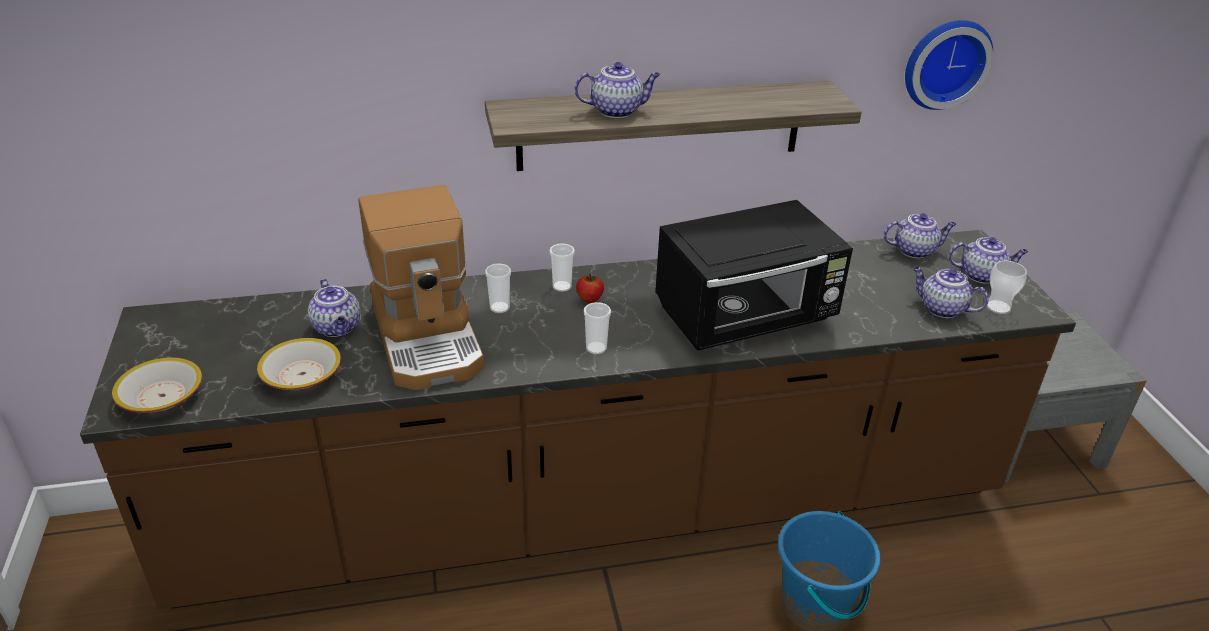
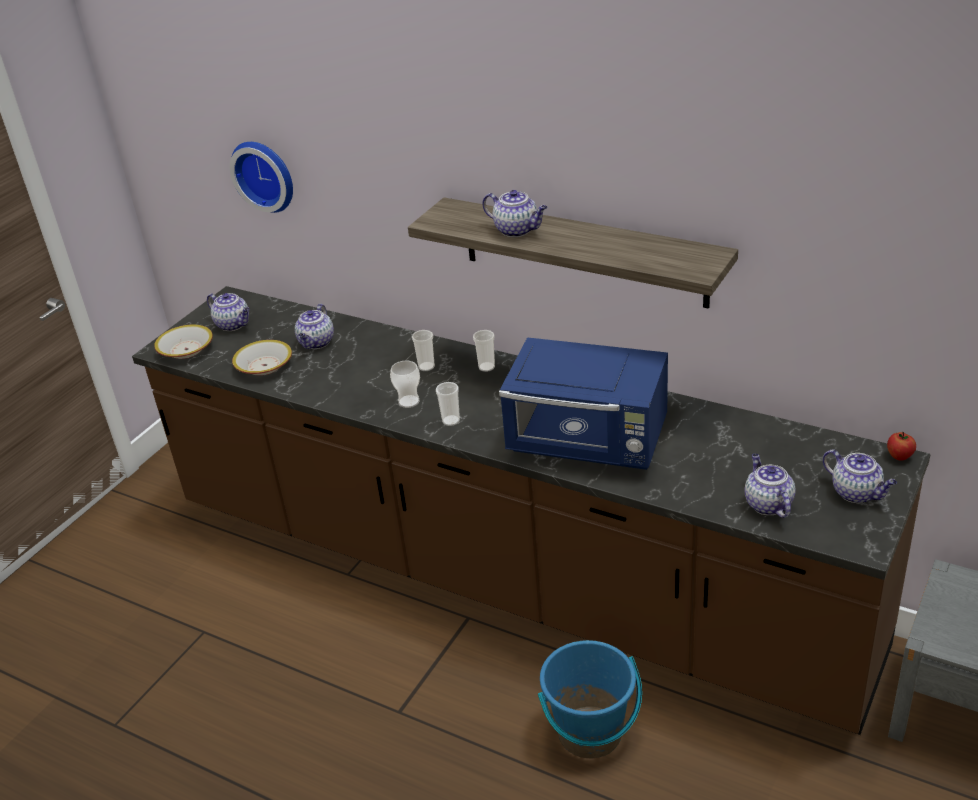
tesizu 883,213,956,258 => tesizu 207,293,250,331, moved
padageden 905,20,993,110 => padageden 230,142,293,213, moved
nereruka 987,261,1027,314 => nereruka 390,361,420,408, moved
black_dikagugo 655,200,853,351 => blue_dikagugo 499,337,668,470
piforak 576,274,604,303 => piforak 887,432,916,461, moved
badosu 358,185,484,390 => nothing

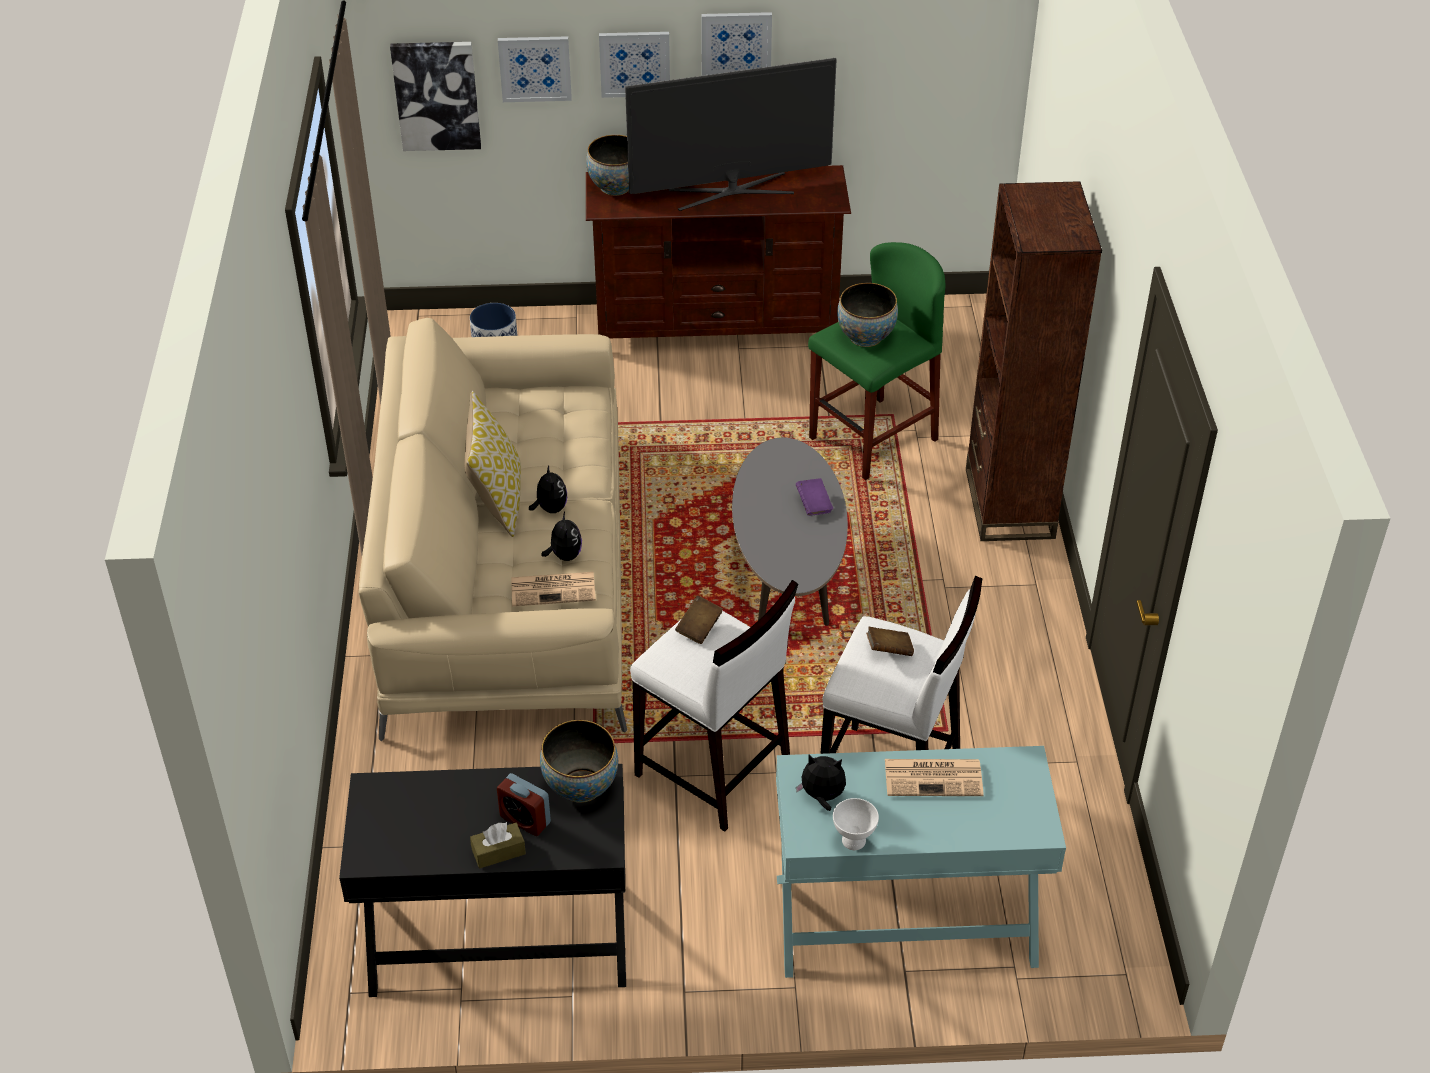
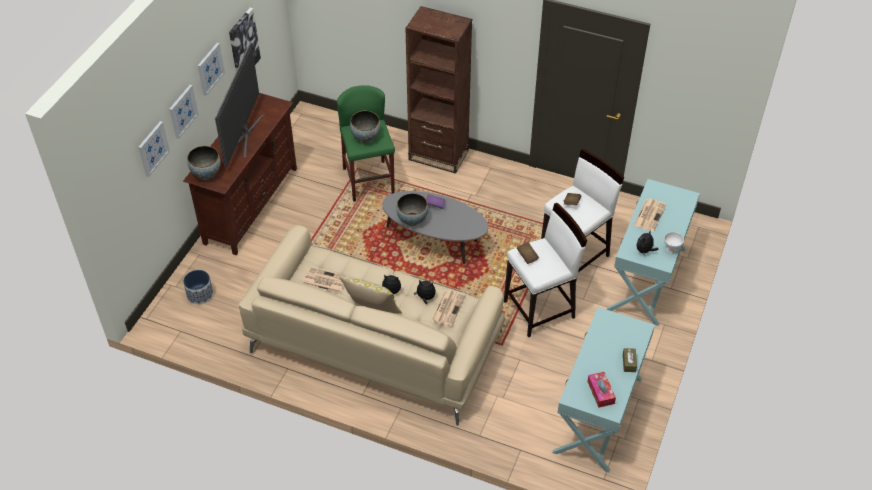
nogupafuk 390,42,481,151 => nogupafuk 229,8,261,71, moved
nothing => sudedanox 303,267,348,294
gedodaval 540,720,618,803 => gedodaval 396,193,428,226, moved
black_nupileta 339,764,626,997 => turquoise_nupileta 552,307,655,472
nothing => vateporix 587,372,616,408
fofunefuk 497,773,551,836 => nothing

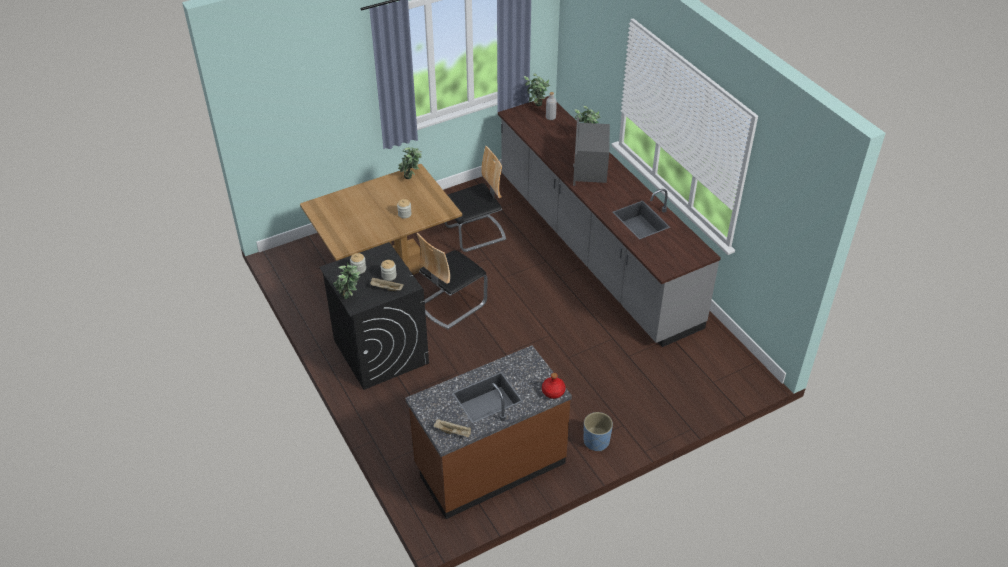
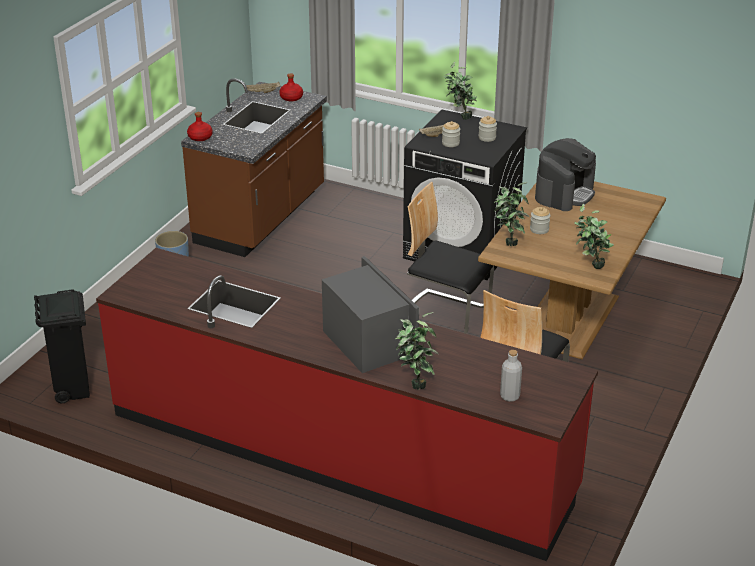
nothing => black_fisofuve 34,289,90,403
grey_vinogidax 498,96,721,347 => red_vinogidax 96,248,598,561
nothing => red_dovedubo 279,73,303,102
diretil 417,232,488,329 => diretil 407,182,494,334, 75 degrees counterclockwise
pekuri 524,74,551,106 => pekuri 494,182,529,246, moved
nothing => badosu 535,138,596,211

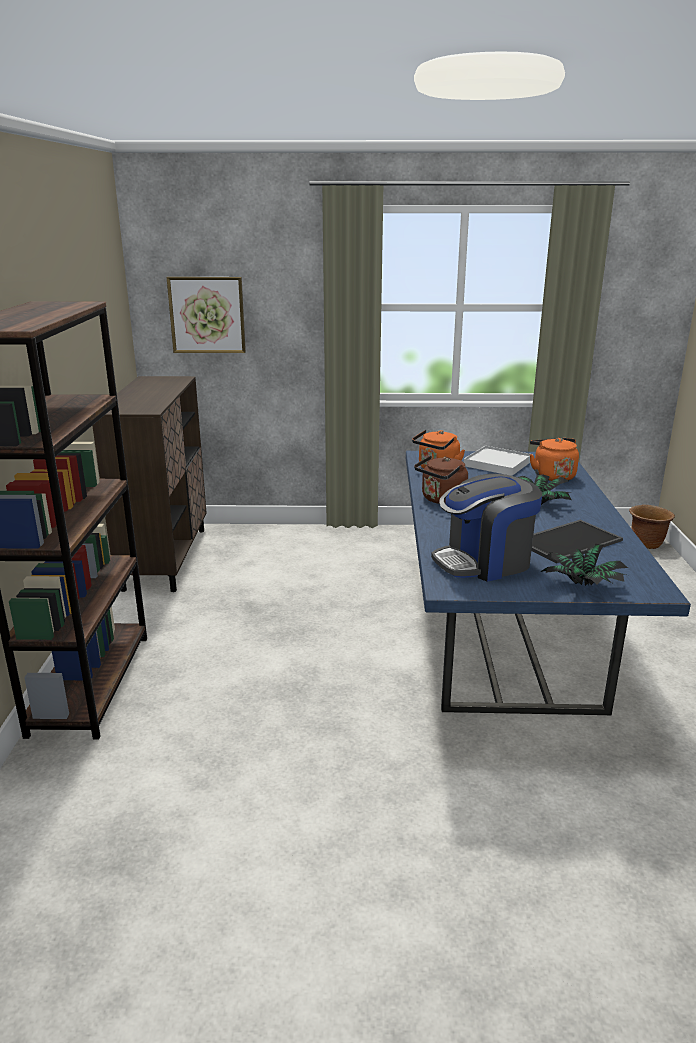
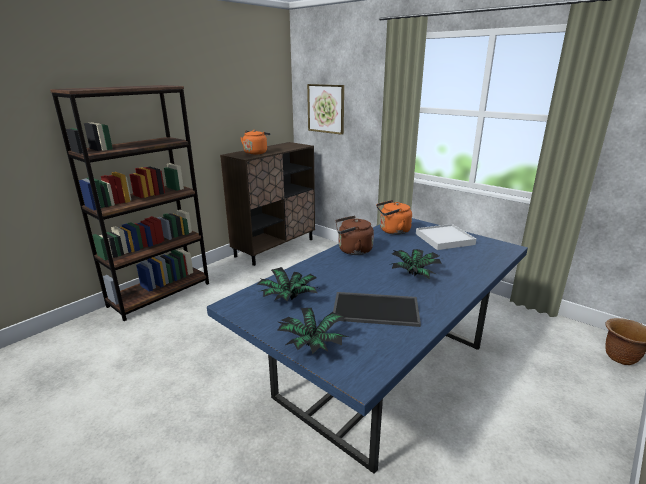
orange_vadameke 530,438,579,481 => orange_vadameke 240,130,270,155, moved
badosu 431,474,542,582 => pekuri 257,267,317,302

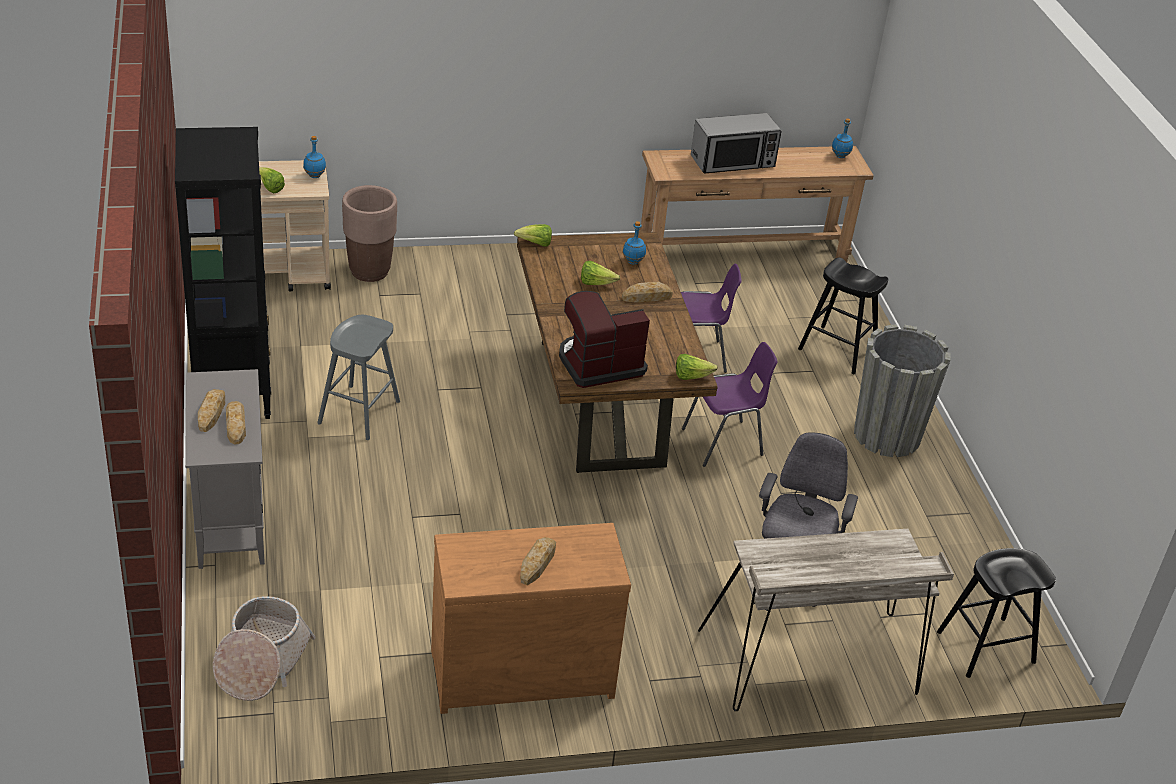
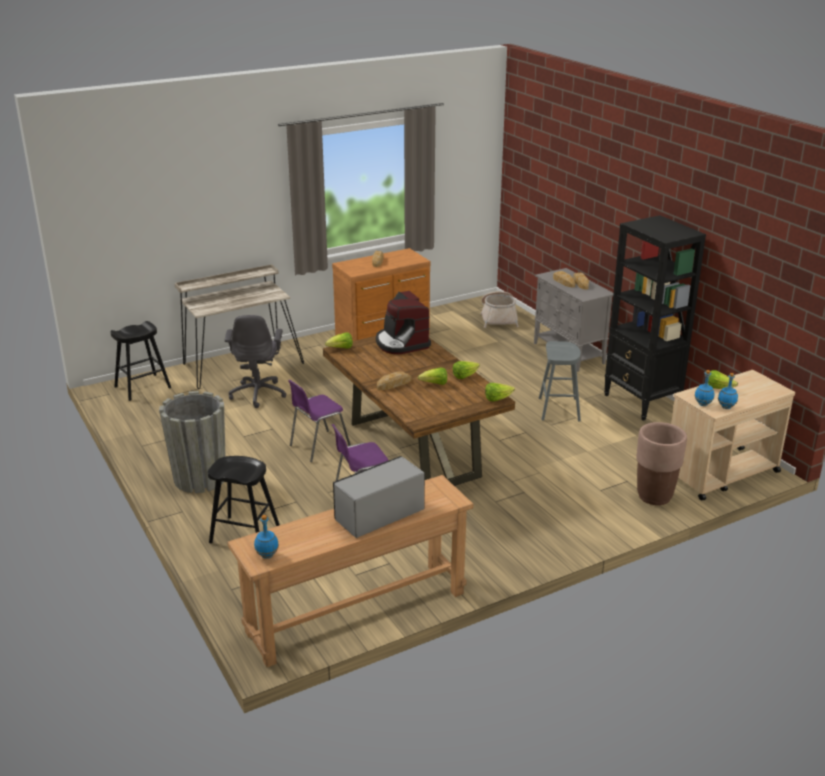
badosu 559,291,650,388 => badosu 376,291,431,354, 105 degrees clockwise
nothing => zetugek 453,361,480,379
blue_dovedubo 623,221,646,265 => blue_dovedubo 718,373,738,409, moved

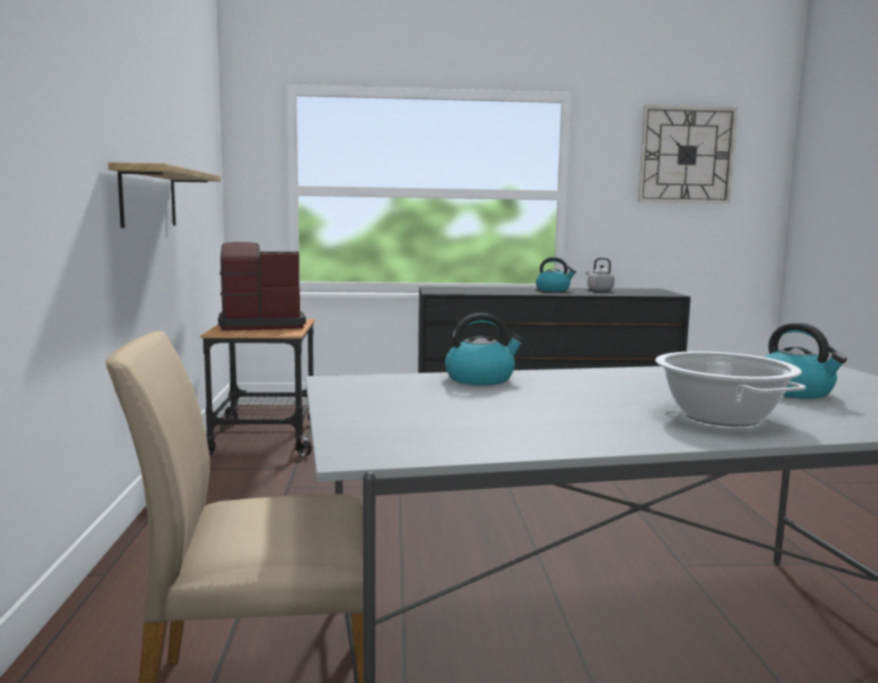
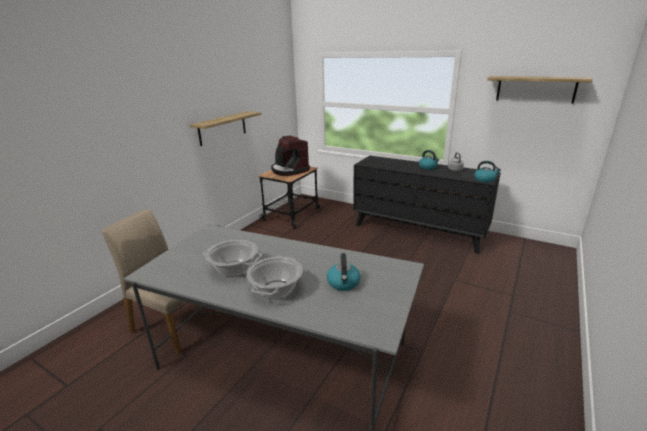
nothing => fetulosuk 203,240,262,276
badosu 218,242,306,331 => badosu 271,135,310,176, 150 degrees counterclockwise
vadameke 445,313,524,385 => vadameke 474,161,501,182, moved
padageden 638,105,737,204 => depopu 487,76,593,103

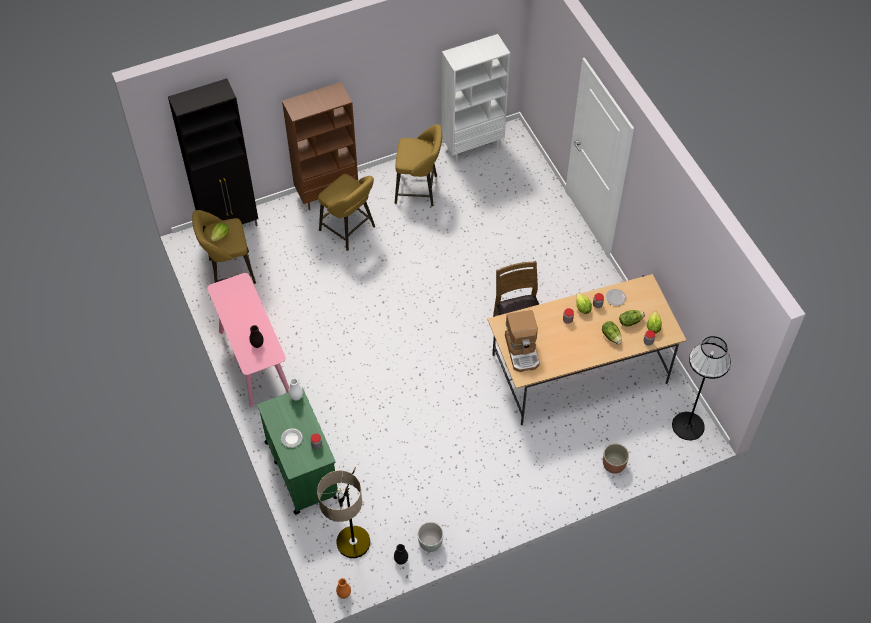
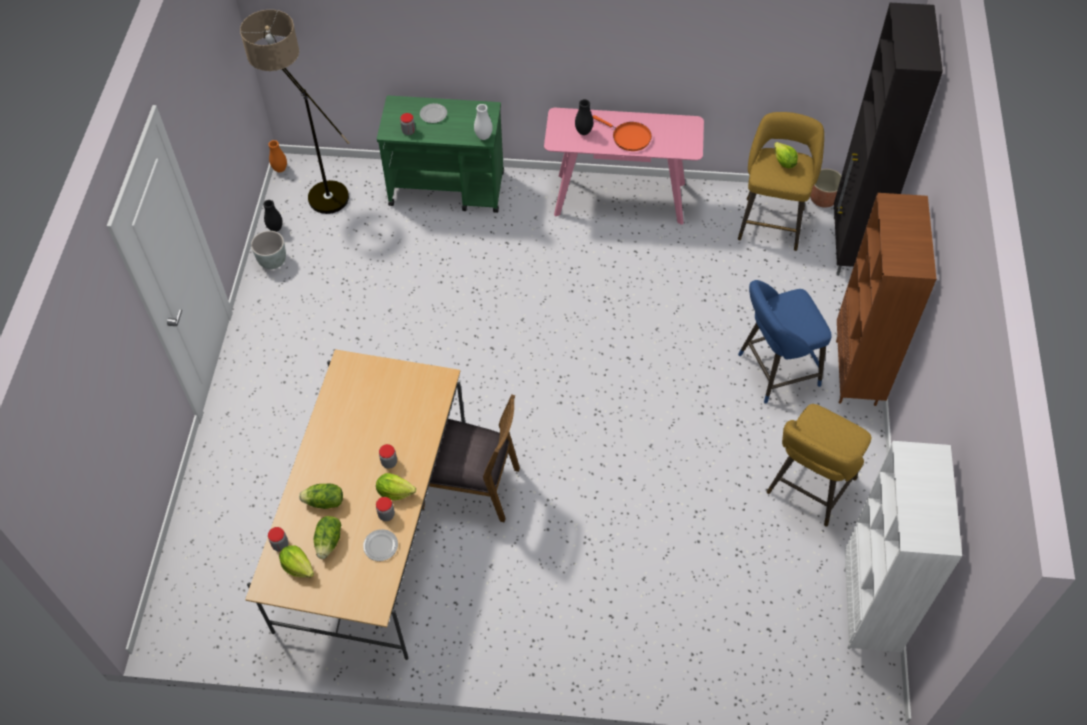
nothing => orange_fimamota 593,115,652,151
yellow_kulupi 318,174,375,251 => blue_kulupi 738,280,832,403
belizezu 603,444,629,474 => belizezu 810,169,842,208, moved
badosu 505,310,540,372 => nothing
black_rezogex 672,336,731,440 => nothing

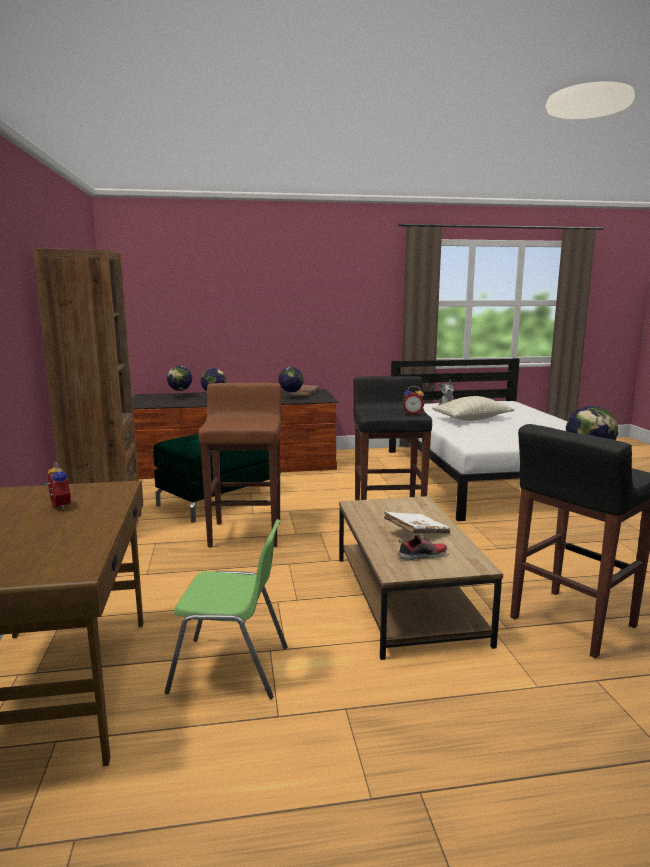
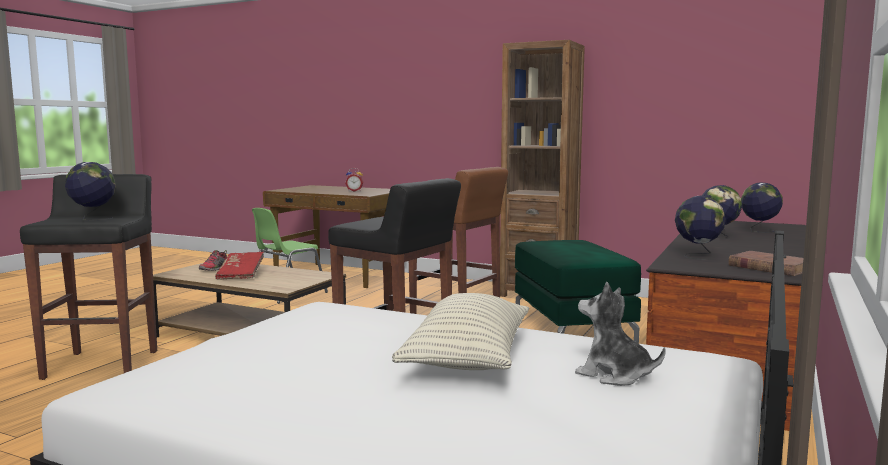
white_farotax 384,511,450,534 => red_farotax 215,252,264,280
fofunefuk 403,386,424,415 => nothing

